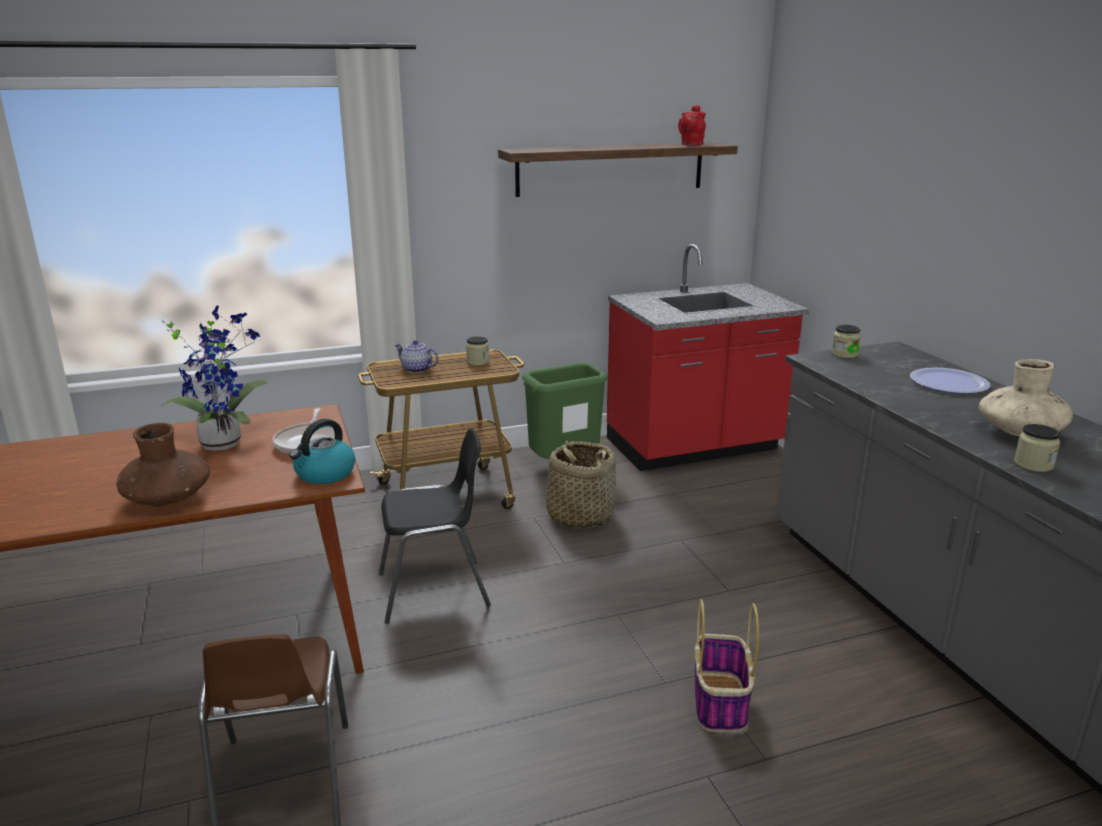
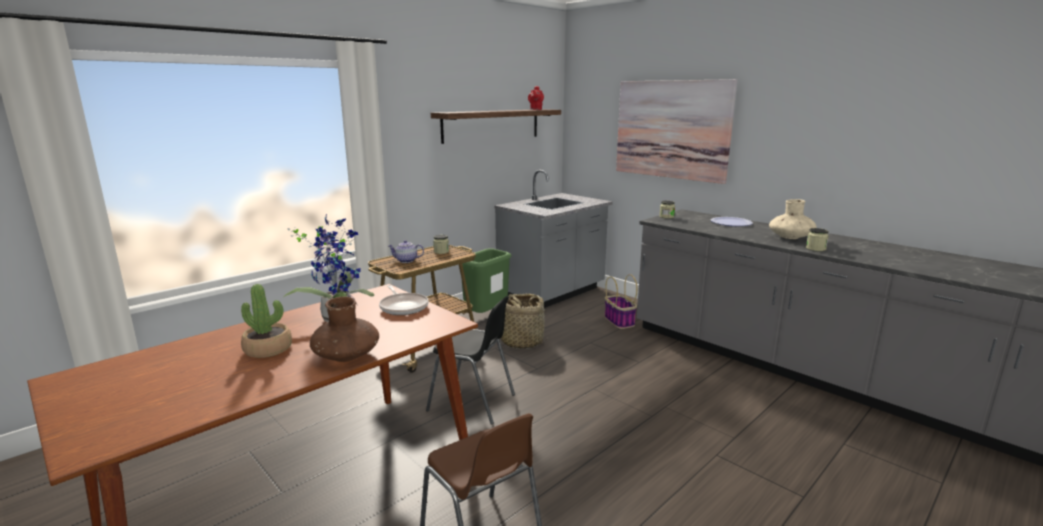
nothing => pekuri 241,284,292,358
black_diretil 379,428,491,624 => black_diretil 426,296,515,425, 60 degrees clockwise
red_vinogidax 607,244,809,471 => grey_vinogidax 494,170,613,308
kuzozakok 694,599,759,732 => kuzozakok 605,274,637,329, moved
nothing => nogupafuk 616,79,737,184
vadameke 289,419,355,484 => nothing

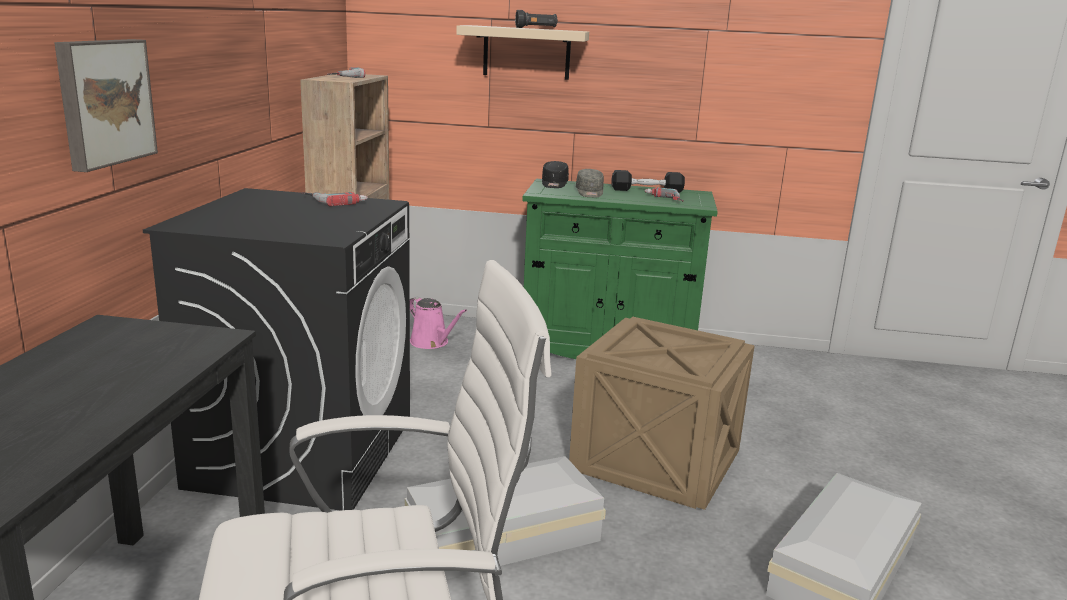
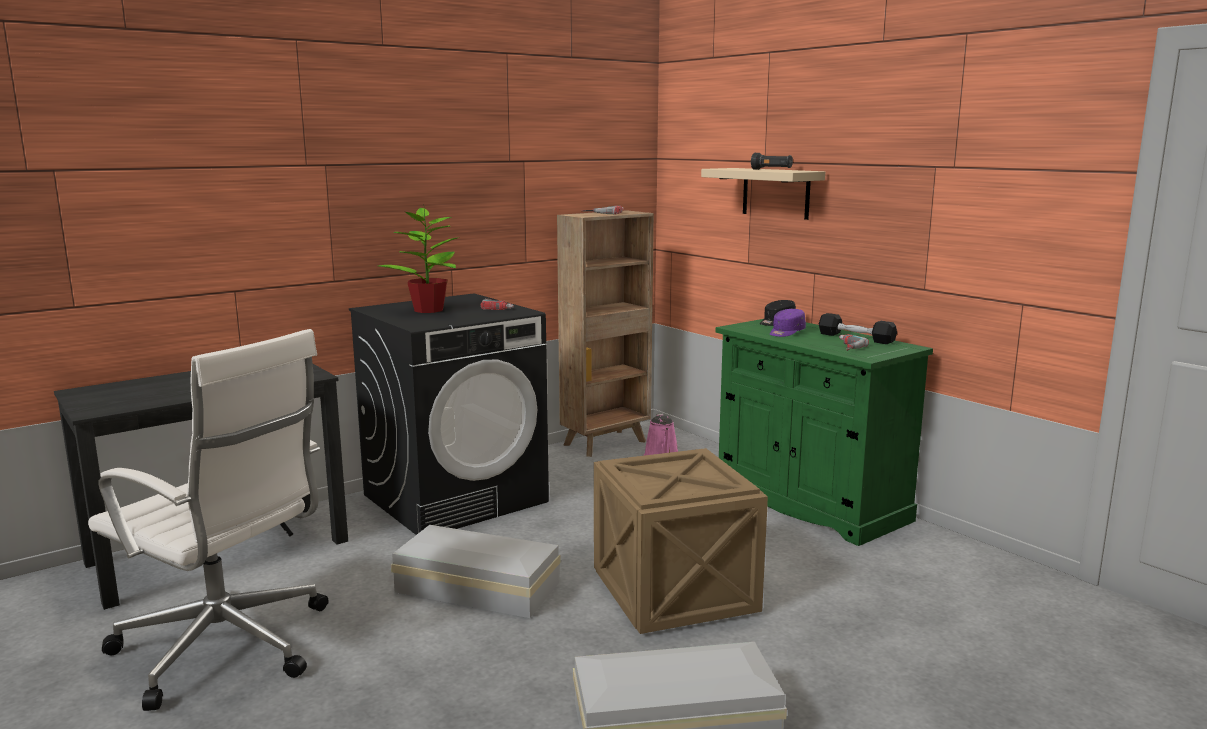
nothing => pekuri 379,204,460,313
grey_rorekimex 576,169,604,197 => purple_rorekimex 770,309,806,337
nogupafuk 54,39,158,172 => nothing

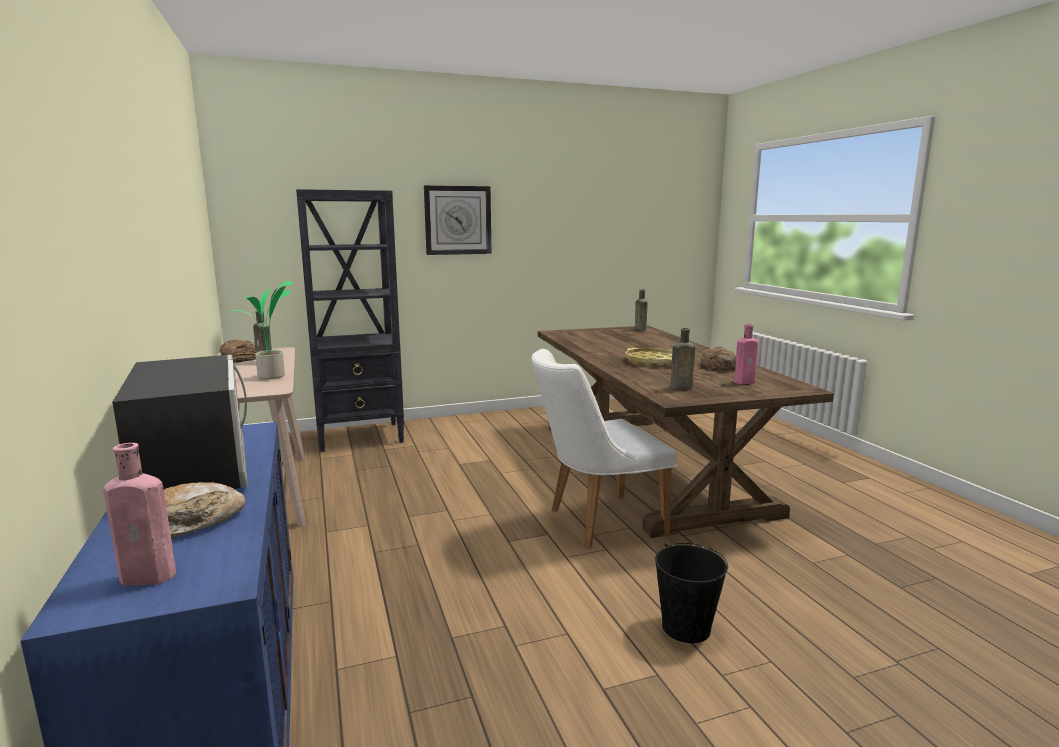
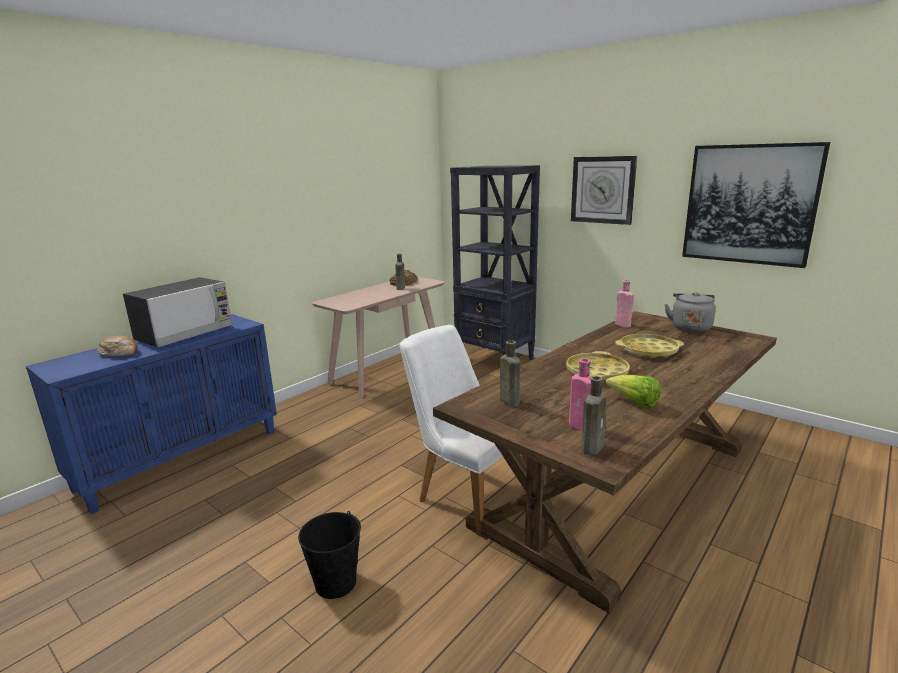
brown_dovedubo 635,290,648,330 => brown_dovedubo 582,376,607,455, moved
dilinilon 701,346,736,371 => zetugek 606,375,661,409
pink_dovedubo 103,443,176,586 => pink_dovedubo 615,280,634,327, moved
nothing => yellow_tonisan 615,334,684,358
nothing => grey_vadameke 665,292,716,332
nothing => nogupafuk 682,142,830,268
pekuri 229,281,293,380 => nothing

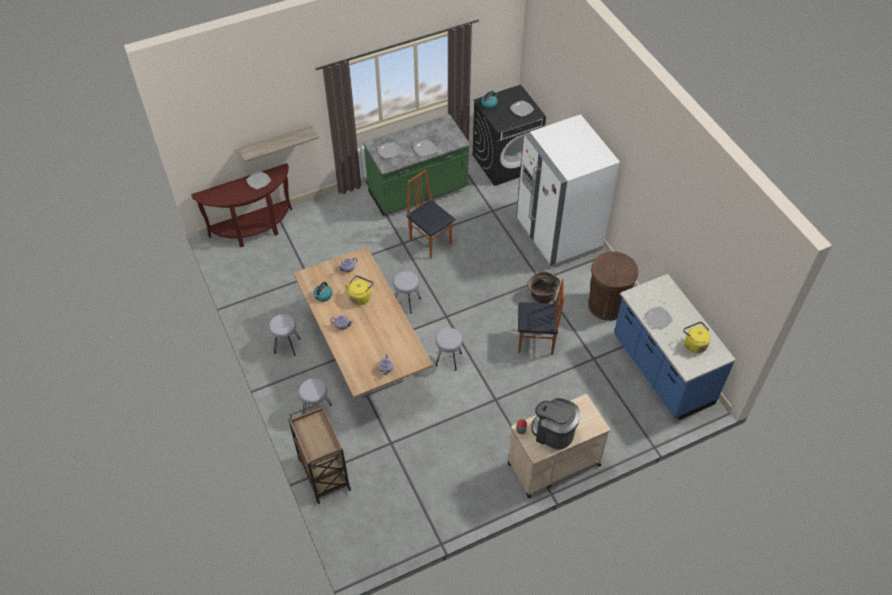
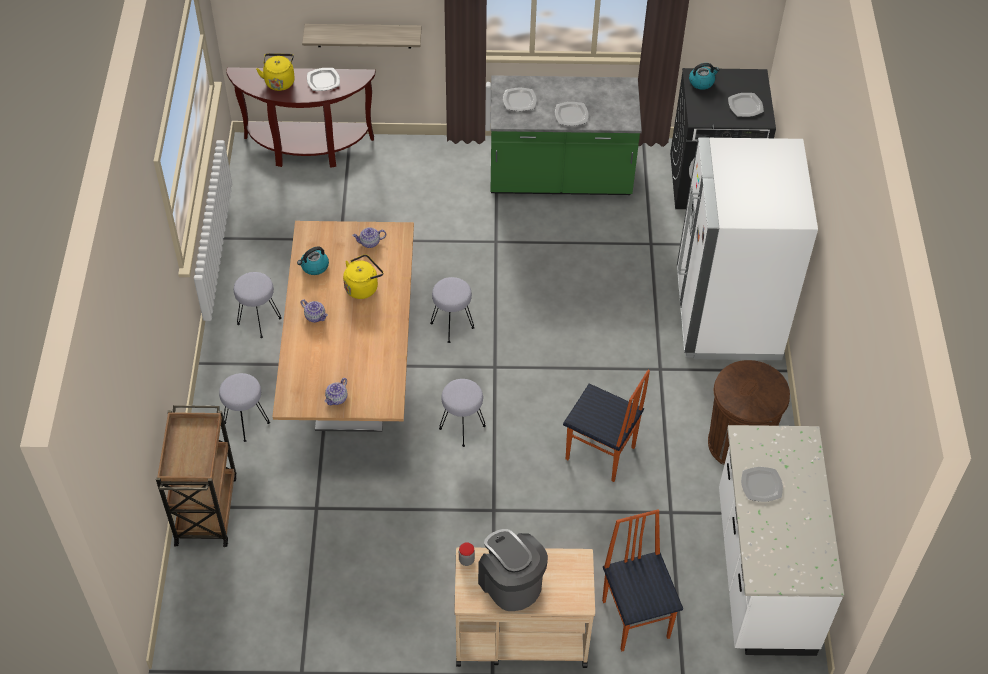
yellow_vadameke 683,322,711,353 => yellow_vadameke 256,53,295,91, moved
diretil 406,170,455,258 => diretil 602,509,683,652, moved
blue_vinogidax 614,274,736,420 => white_vinogidax 719,425,844,656
kuzozakok 527,272,560,303 => nothing

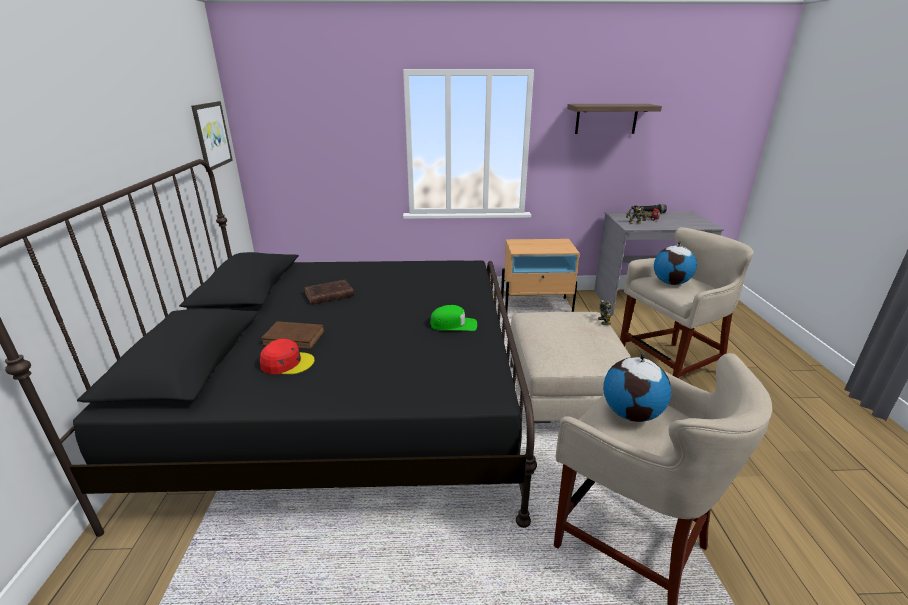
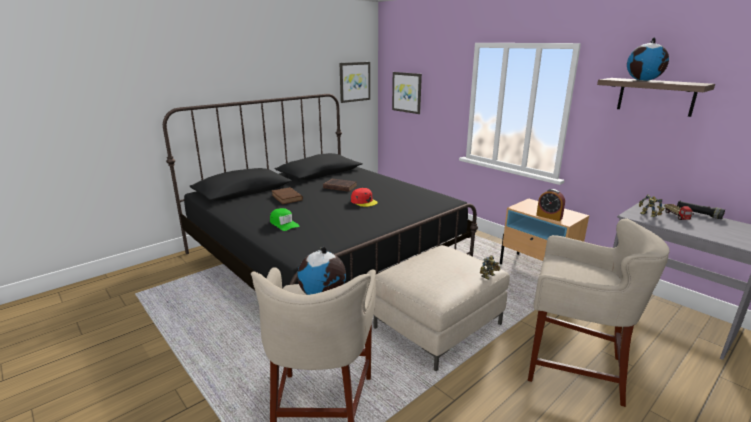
green_rorekimex 430,305,477,331 => green_rorekimex 270,208,299,231, moved
red_rorekimex 260,339,315,374 => red_rorekimex 351,188,378,207, moved
nothing => nogupafuk 392,72,422,114
nothing => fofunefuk 536,189,565,221
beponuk 654,241,697,285 => beponuk 627,38,669,81, moved

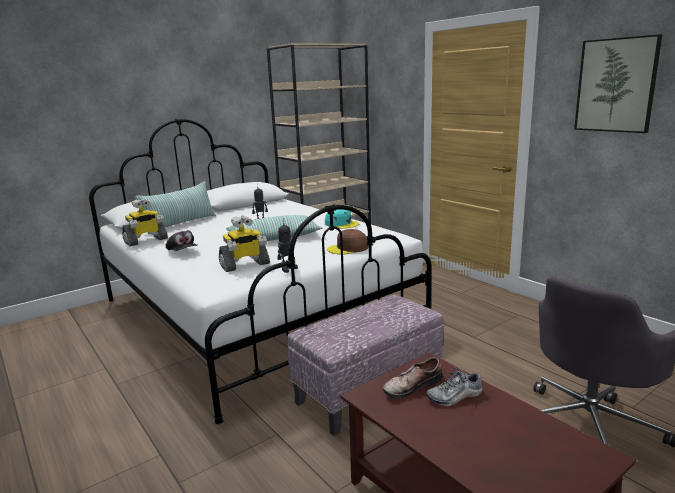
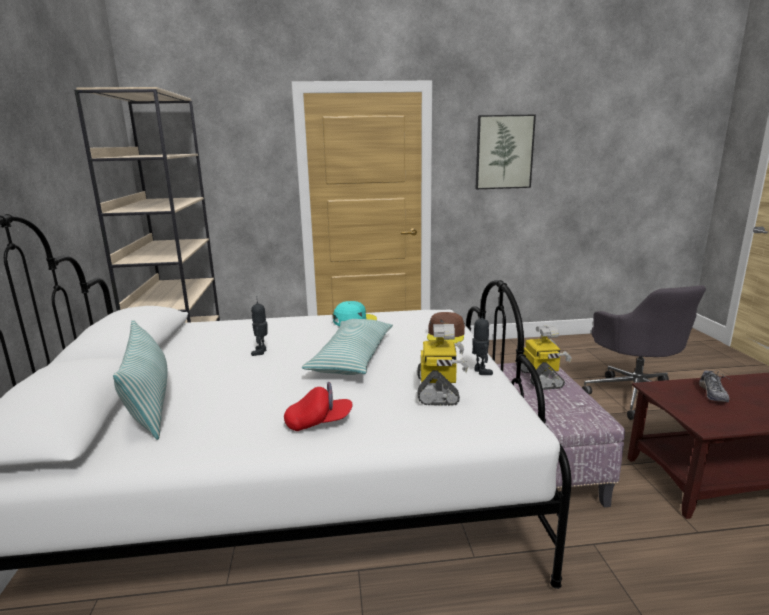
black_rorekimex 166,230,198,251 => red_rorekimex 284,382,353,431
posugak 122,199,168,246 => posugak 516,325,572,390, moved
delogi 383,357,442,399 => nothing

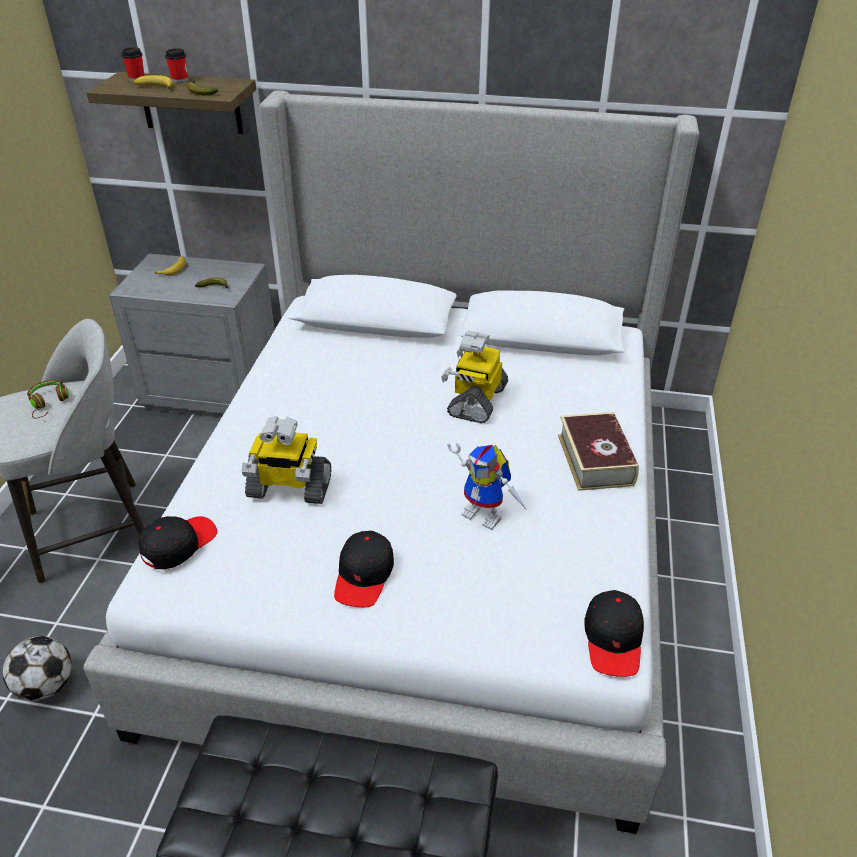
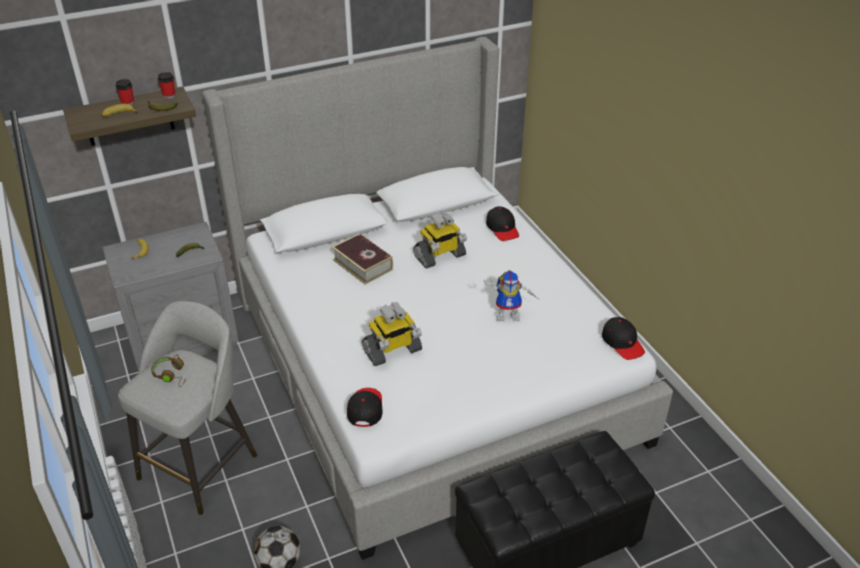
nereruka 121,47,144,81 => nereruka 158,72,176,99, moved
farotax 558,412,639,491 => farotax 332,233,393,285, moved
posugak 441,331,508,423 => posugak 413,211,467,269, 105 degrees counterclockwise
black_rorekimex 334,531,394,607 => black_rorekimex 486,206,519,241, moved

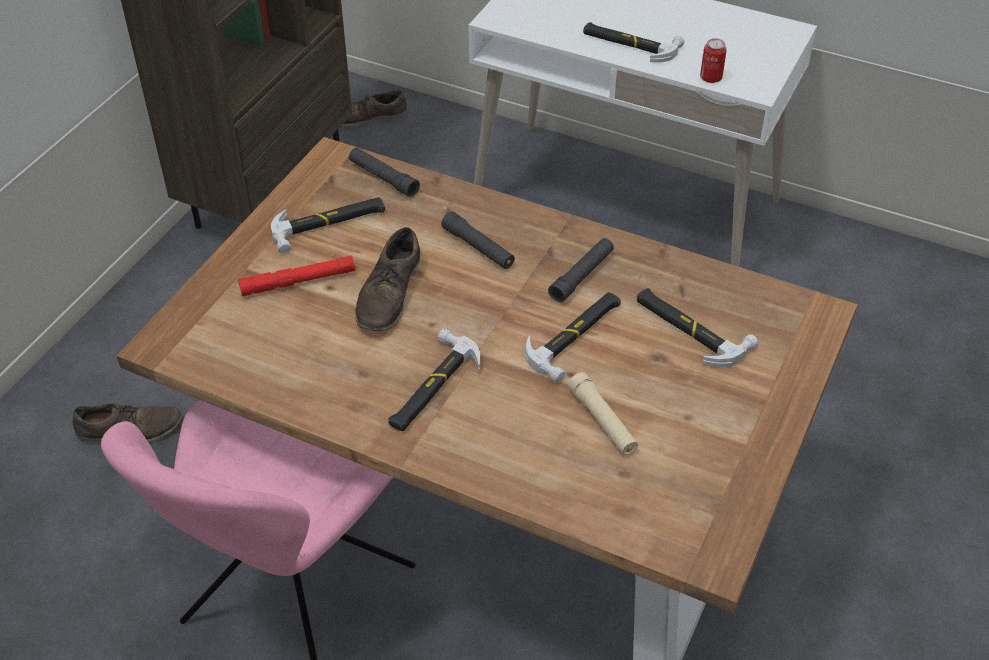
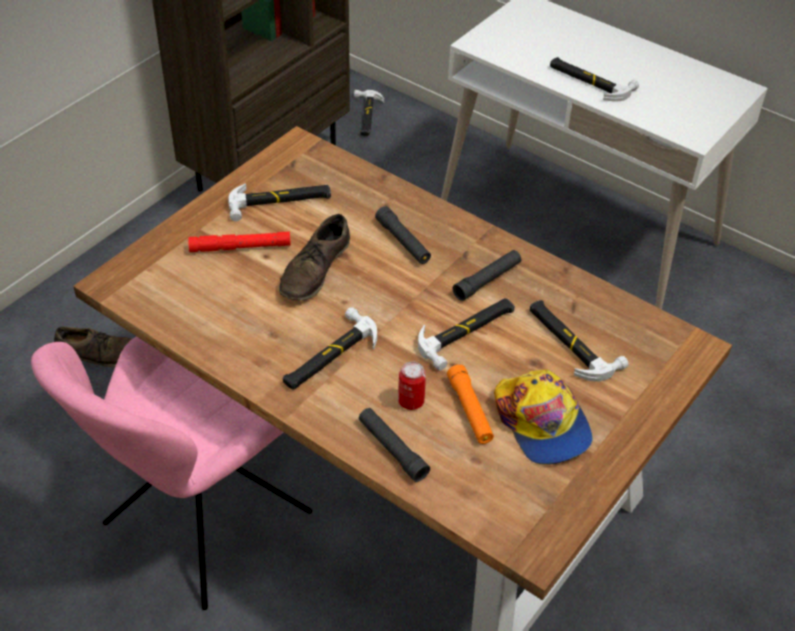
brown_delogi 341,90,407,127 => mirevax 354,89,384,136
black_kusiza 349,148,420,197 => black_kusiza 359,408,430,482, moved
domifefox 700,38,727,83 => domifefox 398,362,426,410, moved
beige_kusiza 568,372,638,455 => orange_kusiza 447,364,494,444
nothing => rorekimex 494,369,593,465

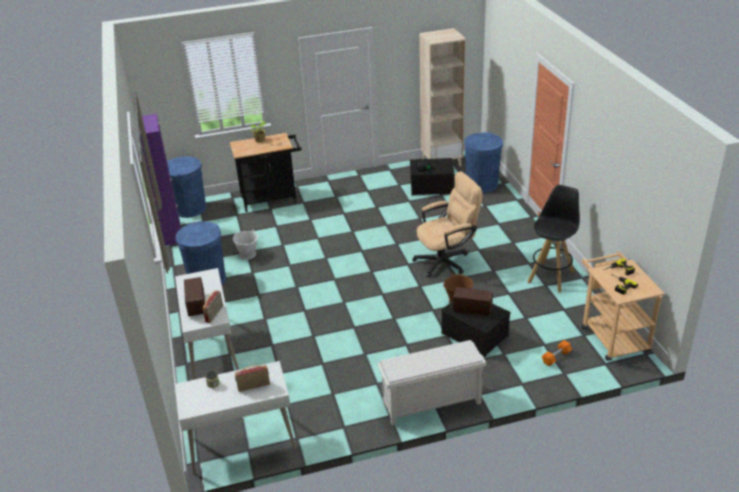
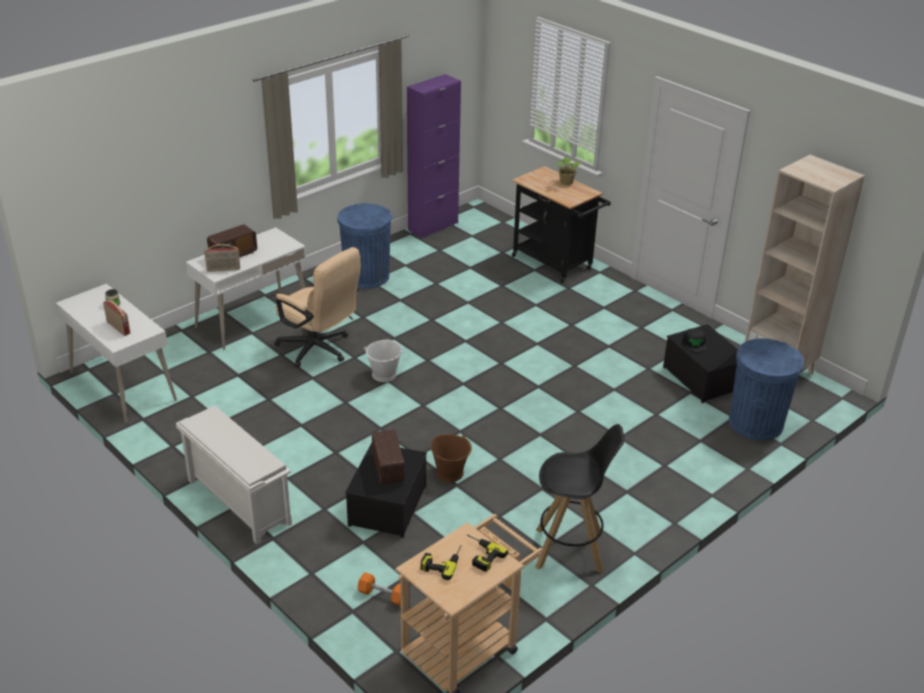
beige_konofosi 412,171,482,278 => beige_konofosi 274,247,361,367, moved
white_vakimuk 233,229,258,260 => white_vakimuk 364,340,403,382, moved
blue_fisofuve 167,156,206,218 => nothing

